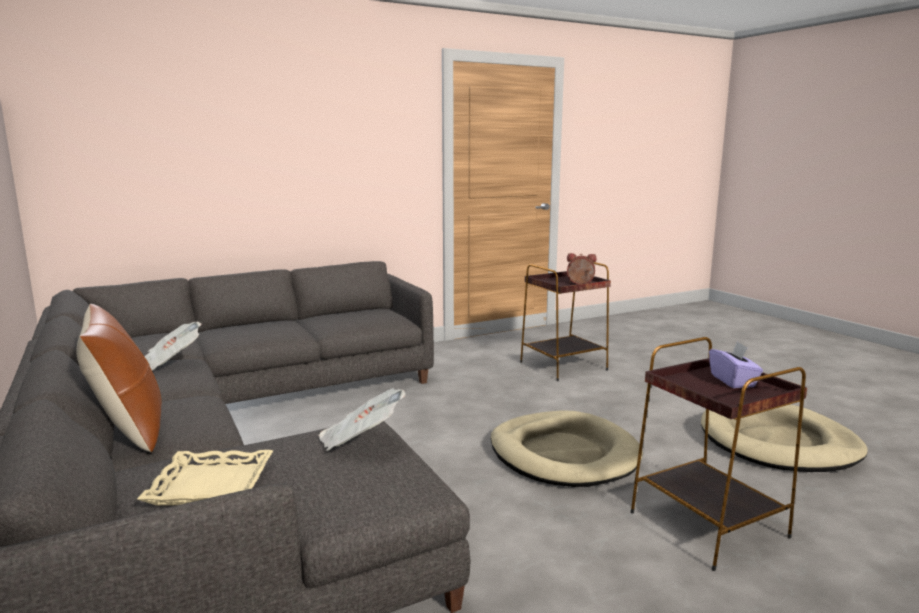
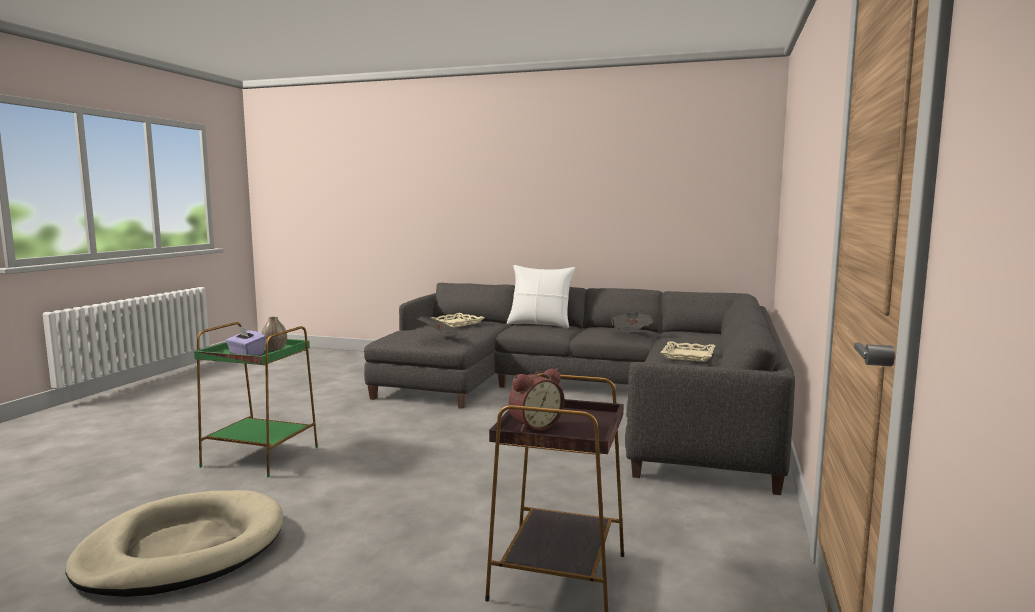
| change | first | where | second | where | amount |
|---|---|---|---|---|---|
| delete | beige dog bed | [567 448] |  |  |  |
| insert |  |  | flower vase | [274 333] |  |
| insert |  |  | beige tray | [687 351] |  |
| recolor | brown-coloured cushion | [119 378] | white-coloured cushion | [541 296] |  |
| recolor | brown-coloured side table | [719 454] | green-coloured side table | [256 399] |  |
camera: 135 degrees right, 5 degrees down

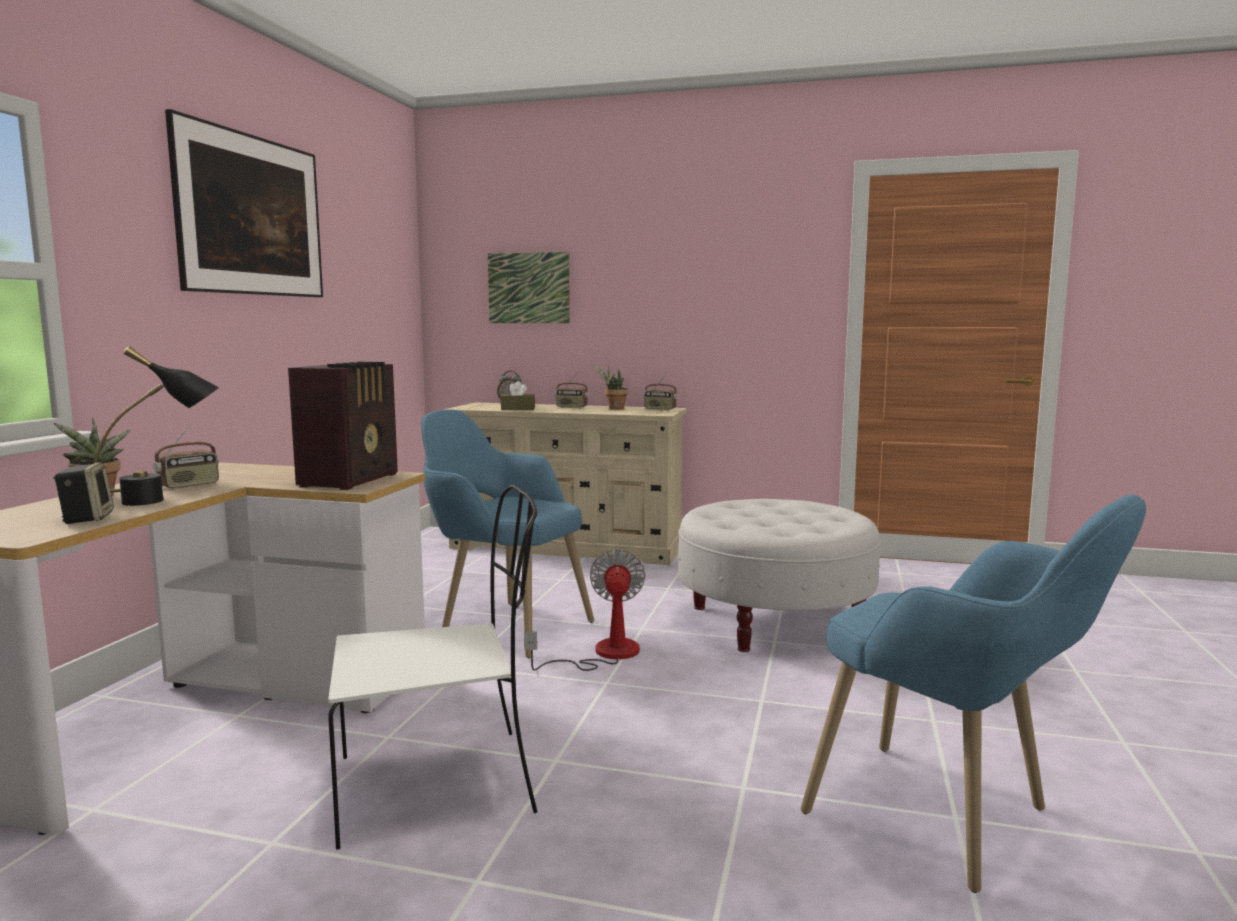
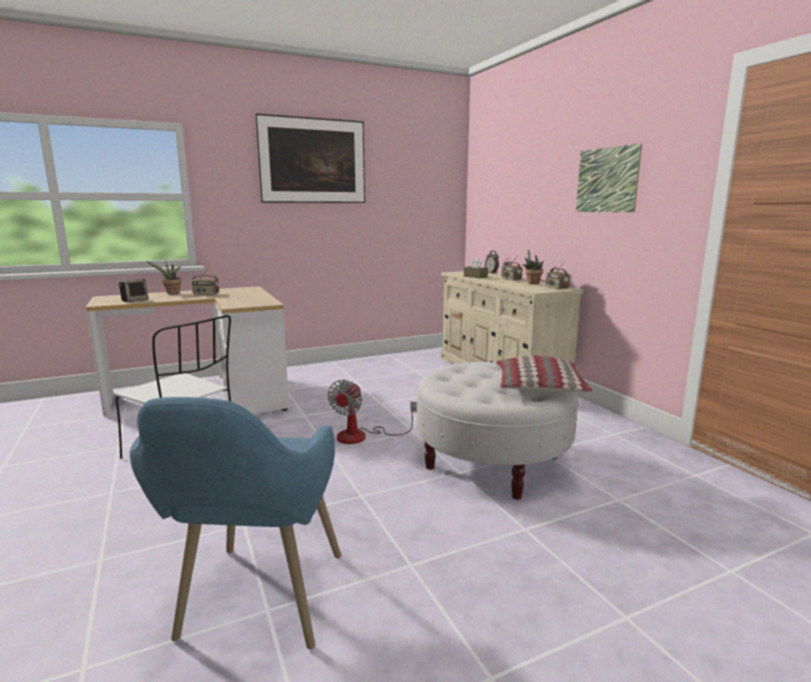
| change | first | where | second | where | amount |
|---|---|---|---|---|---|
| delete | black-coloured tabletop lamp | [156 426] |  |  |  |
| delete | radio | [343 426] |  |  |  |
| delete | blue lounge chair | [507 533] |  |  |  |
| insert |  |  | cushion | [544 374] |  |
| move | picture | [529 287] |  | [609 177] |  |
| rotate | electric fan | [584 610] |  | [372 412] | 150 degrees clockwise |
camera: 50 degrees right, 5 degrees up

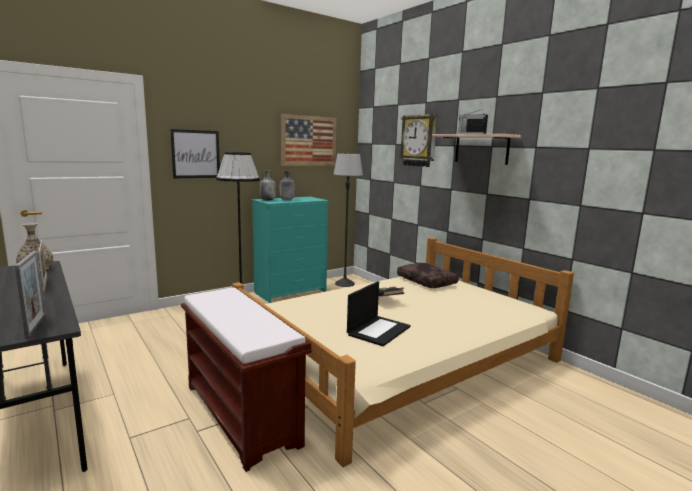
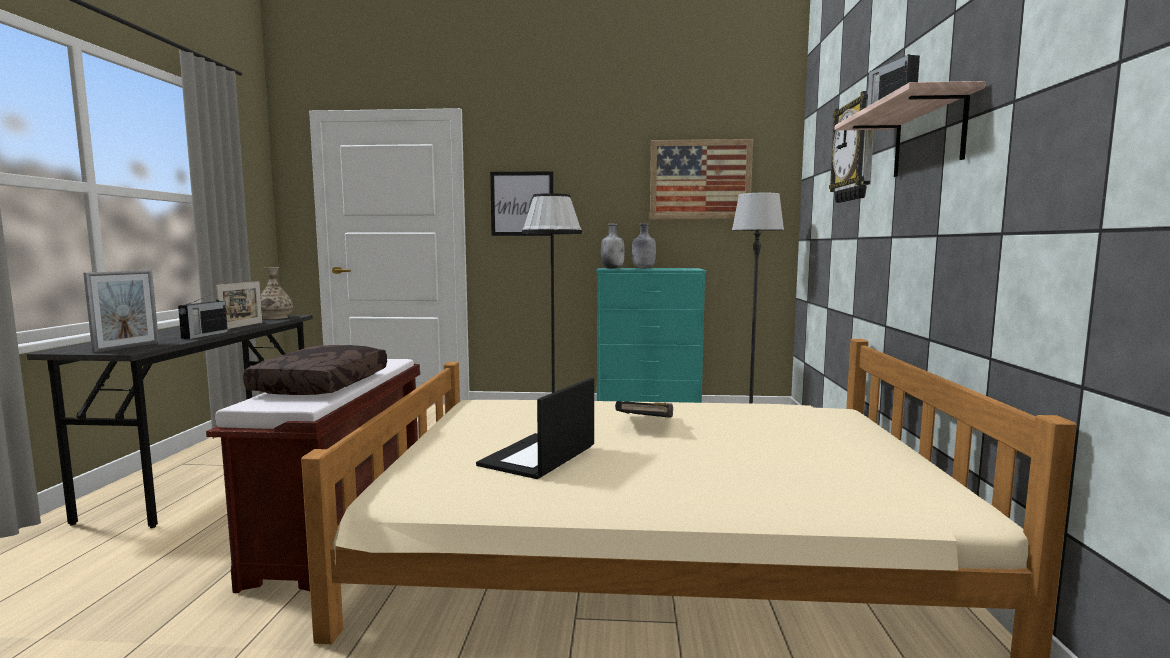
| change | first | where | second | where | amount |
|---|---|---|---|---|---|
| insert |  |  | radio | [203 315] |  |
| move | brown-coloured cushion | [428 275] |  | [315 370] |  |
| rotate | laptop | [379 313] |  | [535 428] | 135 degrees clockwise |
camera: 40 degrees right, 5 degrees down

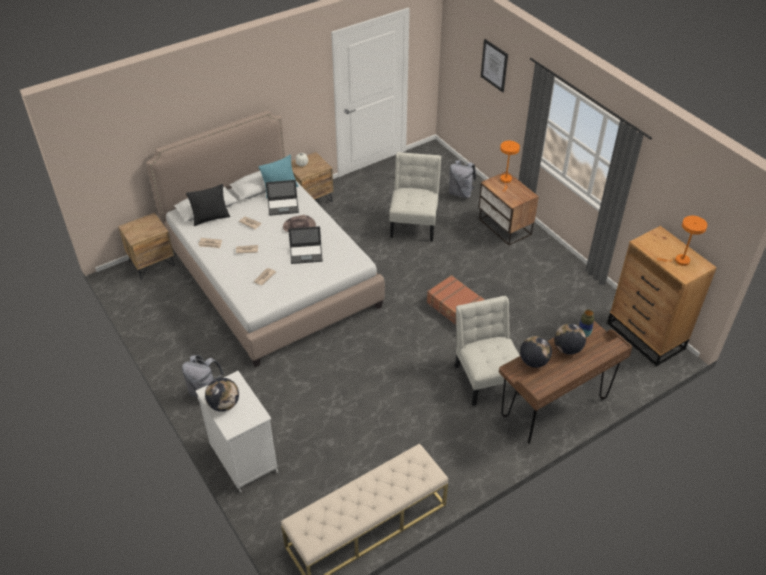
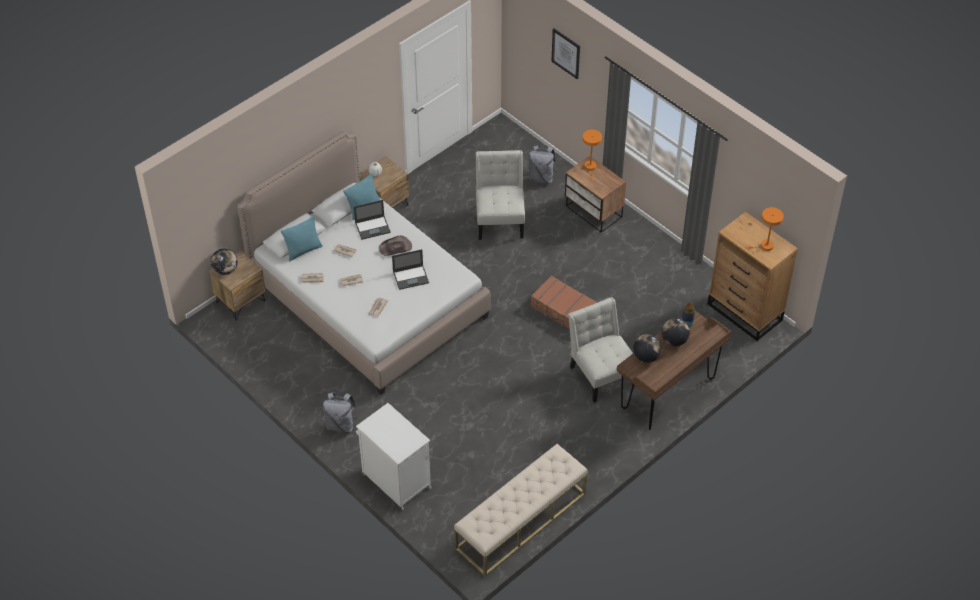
| change | first | where | second | where | amount |
|---|---|---|---|---|---|
| move | world globe | [222 395] |  | [224 261] |  |
| recolor | black-coloured cushion | [208 205] | blue-green cushion | [302 239] |  |
camera: 10 degrees left, 5 degrees up

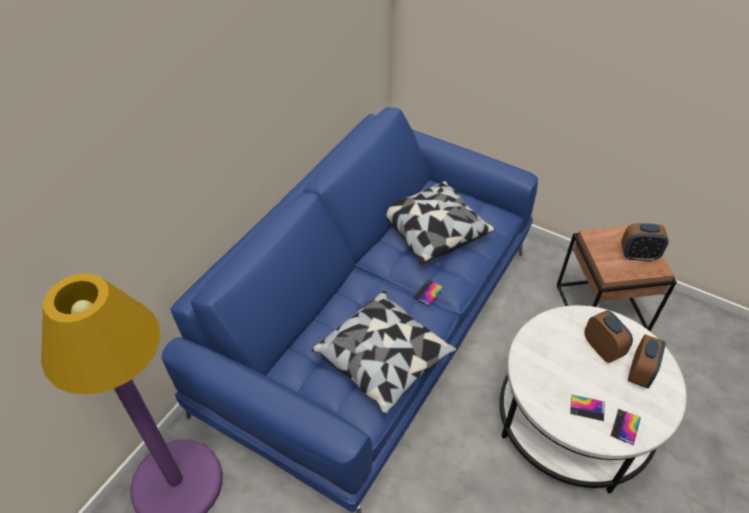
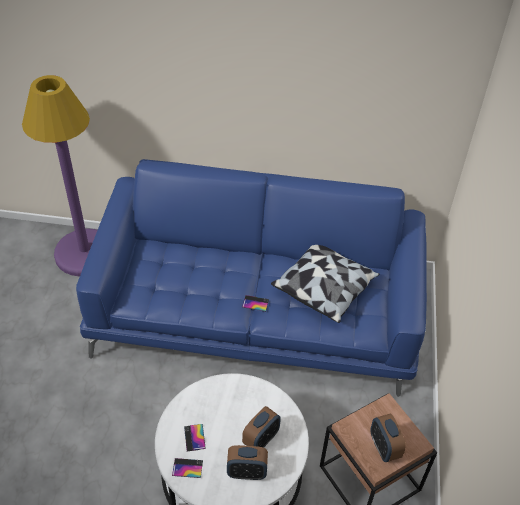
| change | first | where | second | where | amount |
|---|---|---|---|---|---|
| delete | cushion | [384 353] |  |  |  |
camera: 65 degrees right, 0 degrees up

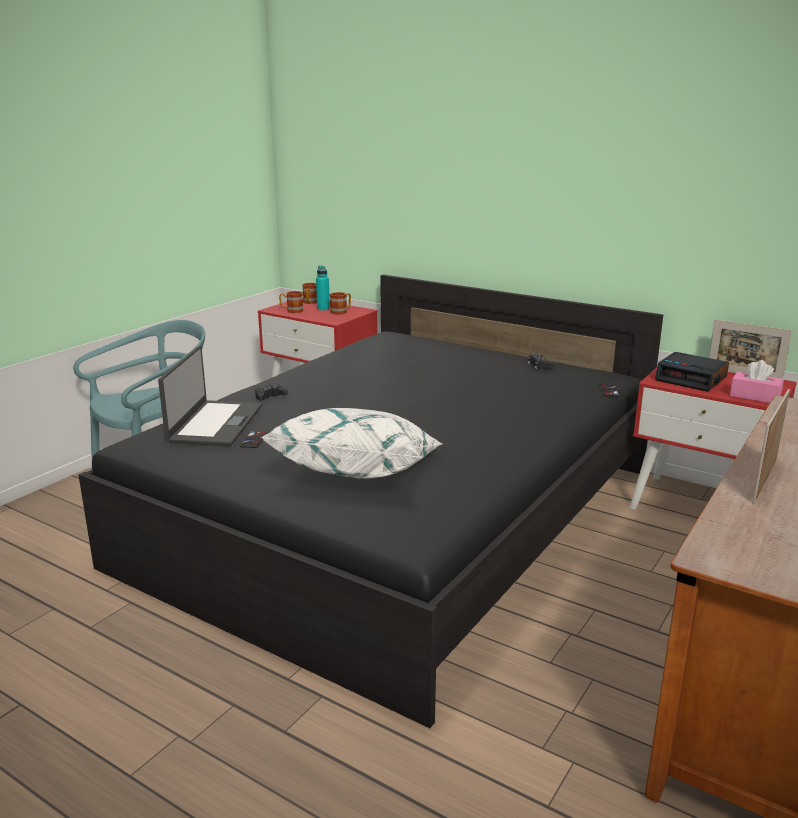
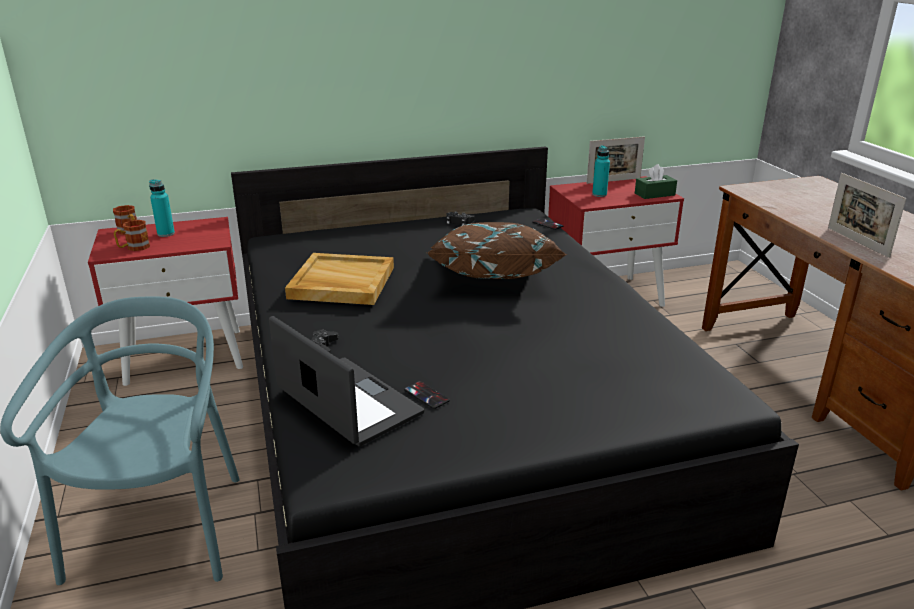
| change | first | where | second | where | amount |
|---|---|---|---|---|---|
| delete | white-coloured cushion | [351 443] |  |  |  |
| delete | mug | [340 303] |  |  |  |
| insert |  |  | beige tray | [339 279] |  |
| insert |  |  | brown-coloured cushion | [497 250] |  |
| replace | table clock | [692 372] | blue-green beverage bottle | [601 171] |  |
| recolor | pinkish tissue box | [757 381] | green-coloured tissue box | [656 181] |  |
camera: 50 degrees left, 5 degrees up

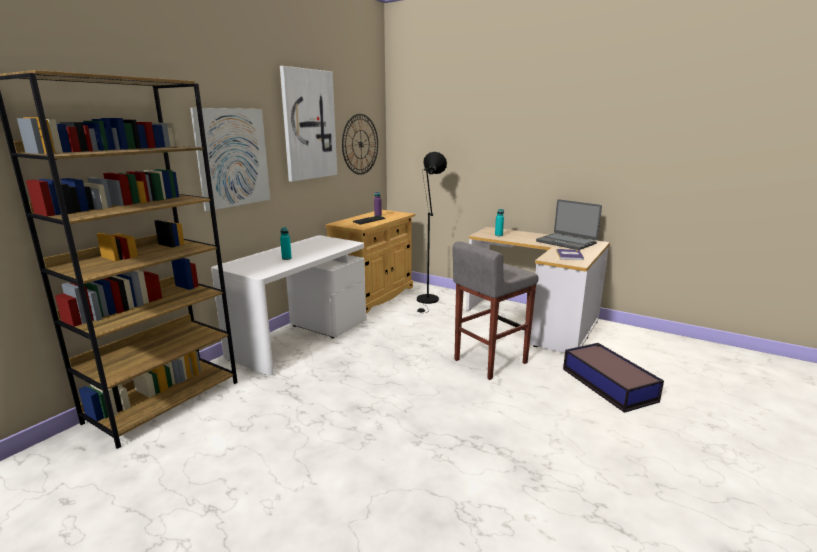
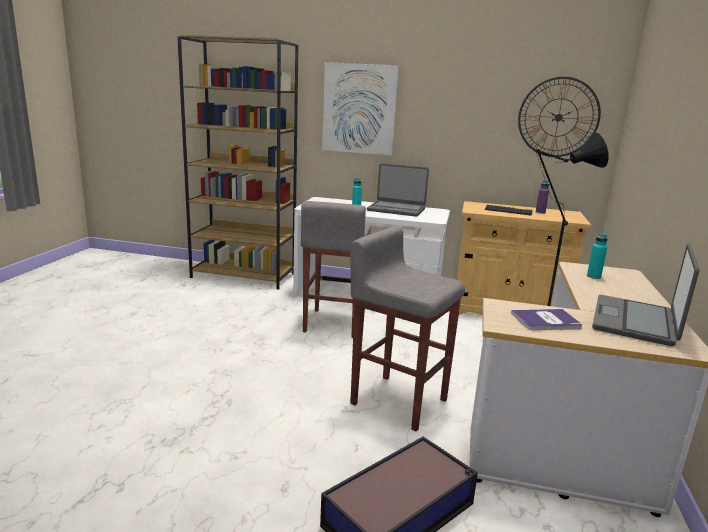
| change | first | where | second | where | amount |
|---|---|---|---|---|---|
| delete | picture | [308 124] |  |  |  |
| insert |  |  | gray stool seat | [336 269] |  |
| insert |  |  | laptop | [398 190] |  |
camera: 70 degrees right, 0 degrees up

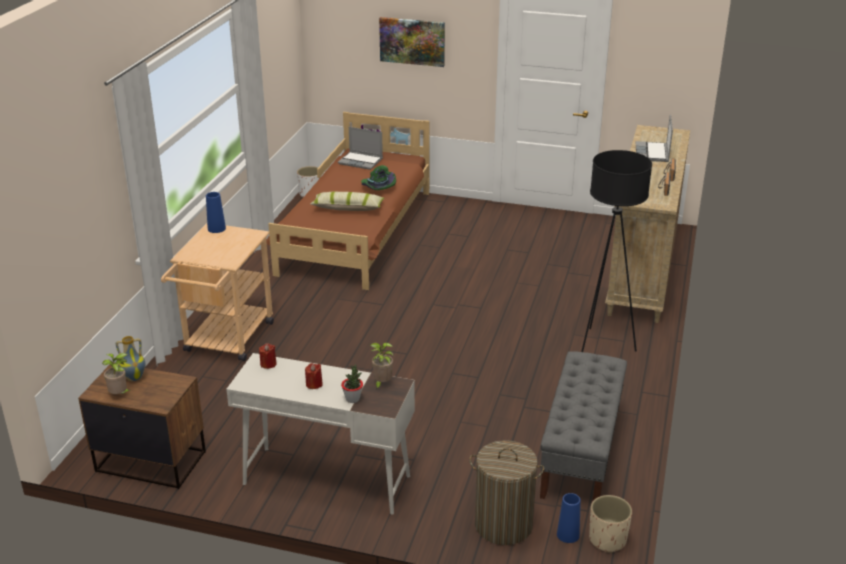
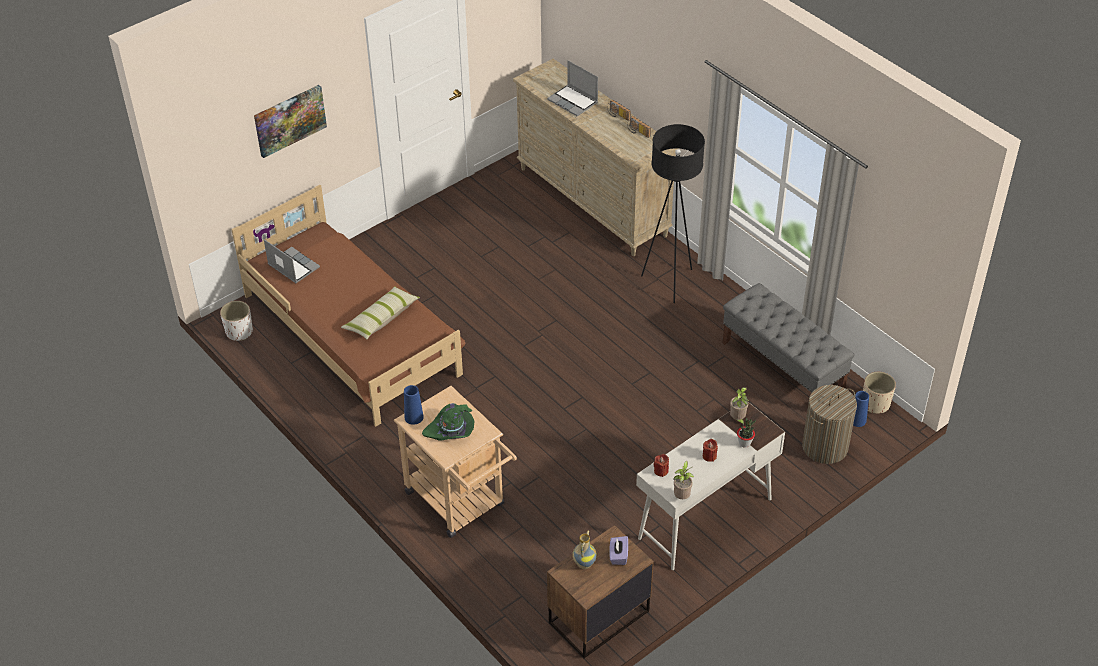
| change | first | where | second | where | amount |
|---|---|---|---|---|---|
| insert |  |  | purple tissue box | [618 550] |  |
| move | plant in a pot | [117 373] |  | [684 480] |  |
| move | green-coloured clothing hat | [378 177] |  | [448 421] |  |
| rotate | laptop | [360 148] |  | [292 261] | 105 degrees counterclockwise |
camera: 55 degrees left, 15 degrees up

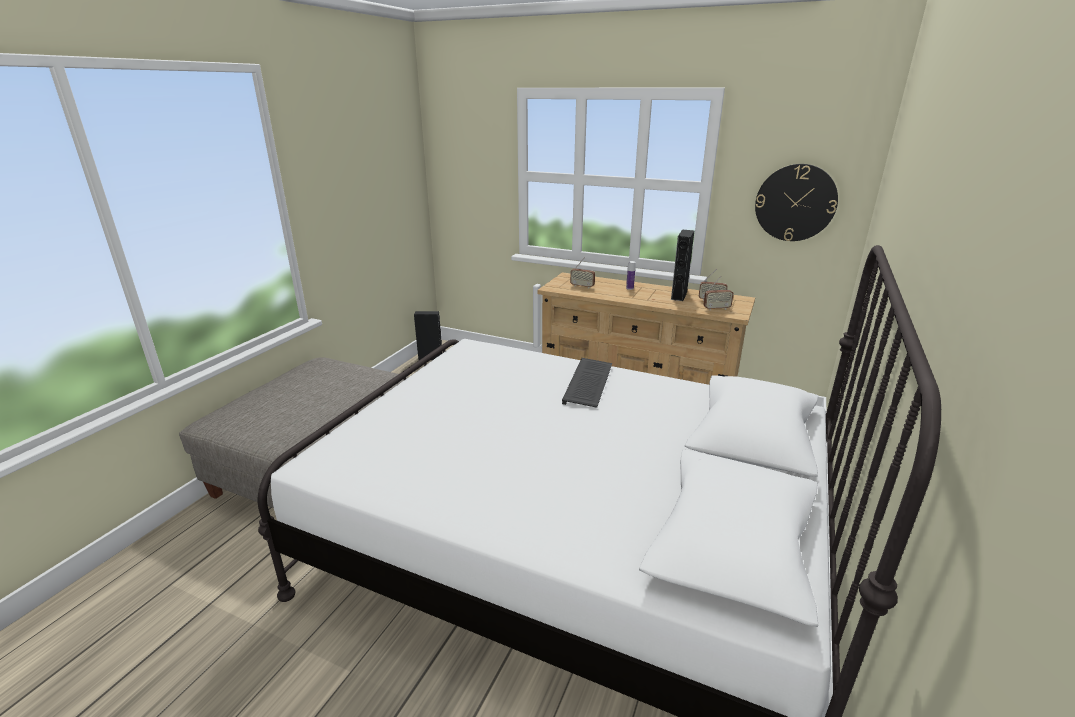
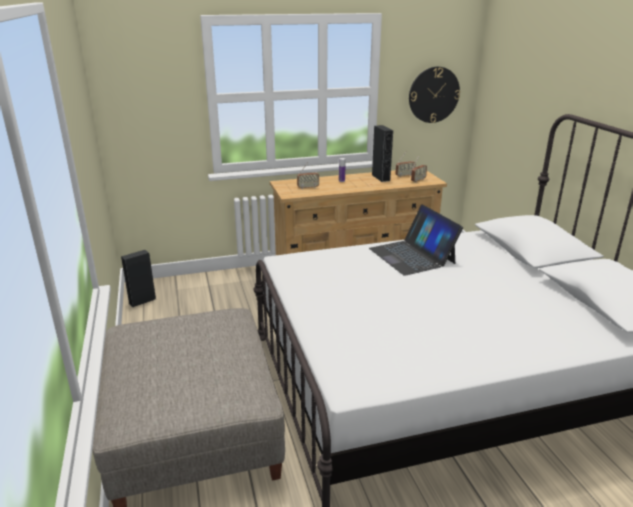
| change | first | where | second | where | amount |
|---|---|---|---|---|---|
| replace | PC keyboard | [587 383] | laptop | [416 240] |  |
camera: 40 degrees left, 0 degrees up

